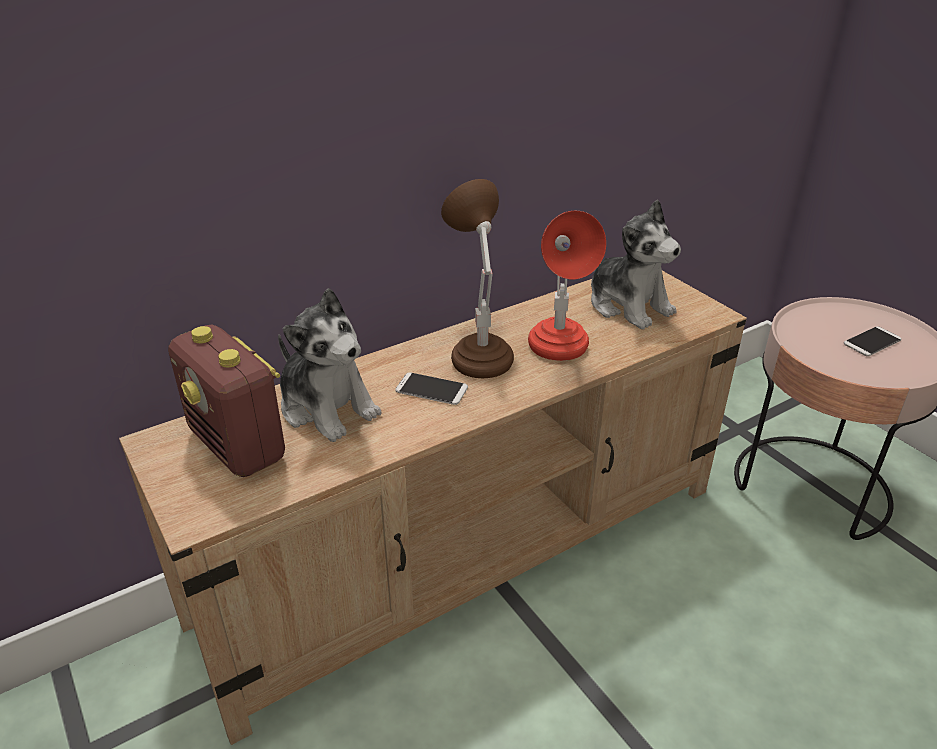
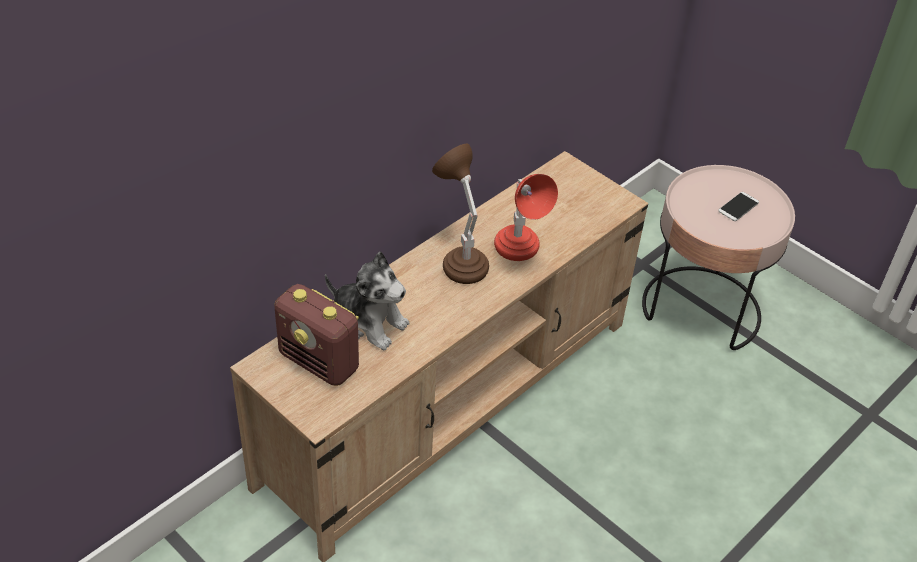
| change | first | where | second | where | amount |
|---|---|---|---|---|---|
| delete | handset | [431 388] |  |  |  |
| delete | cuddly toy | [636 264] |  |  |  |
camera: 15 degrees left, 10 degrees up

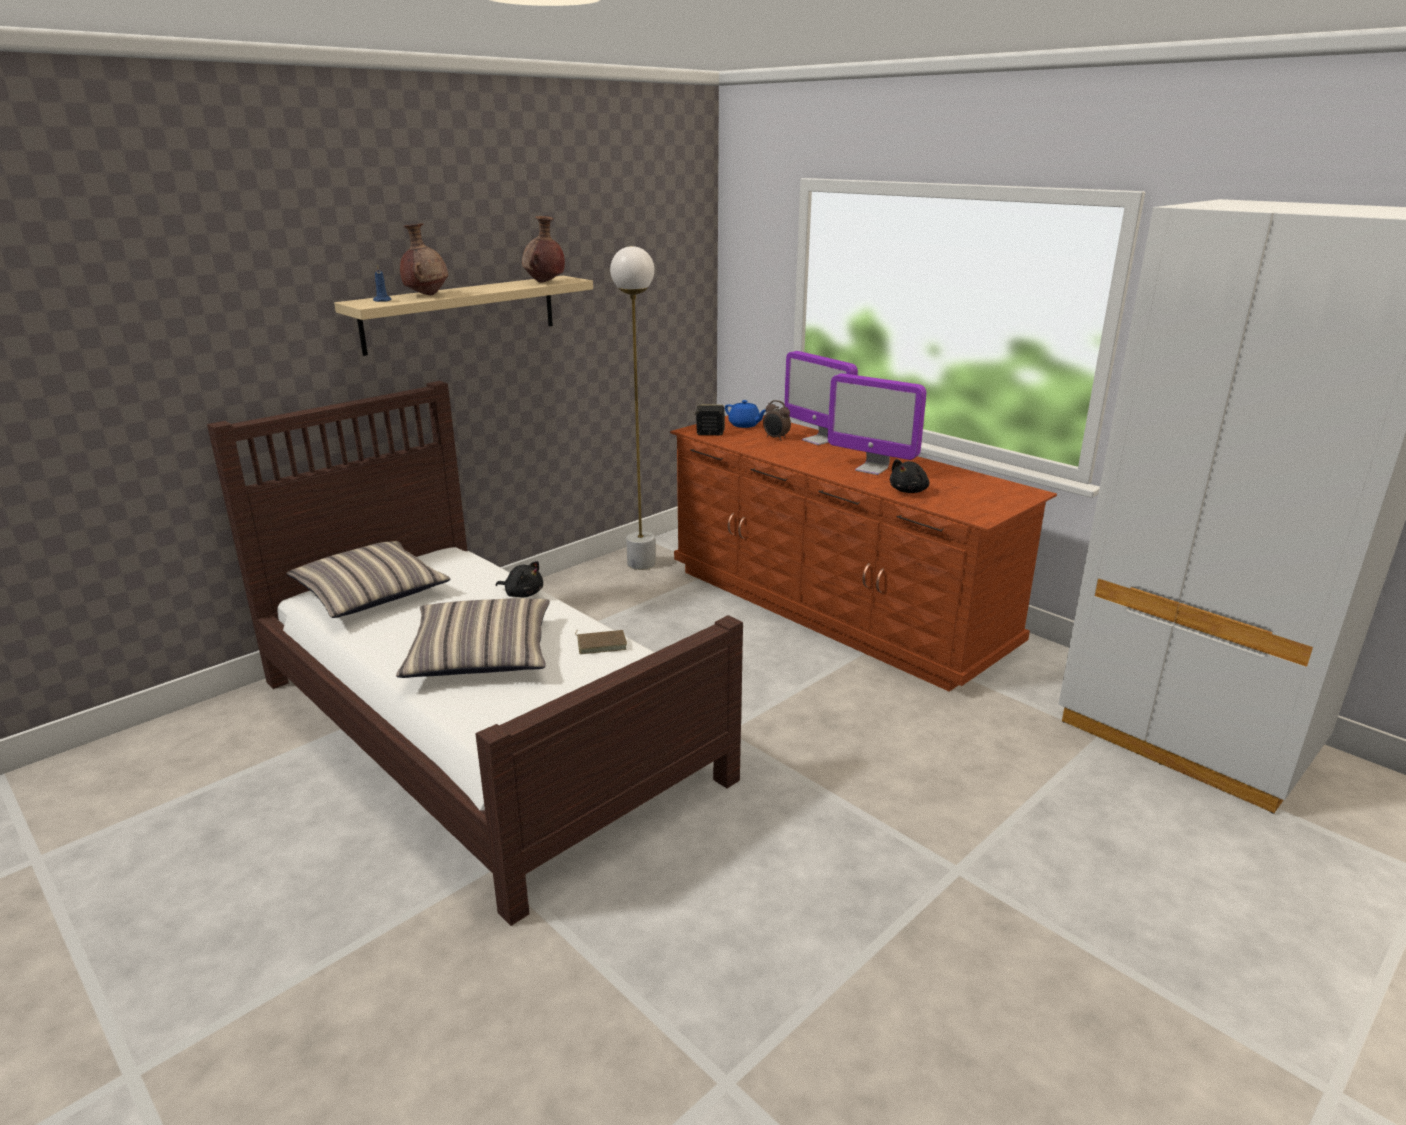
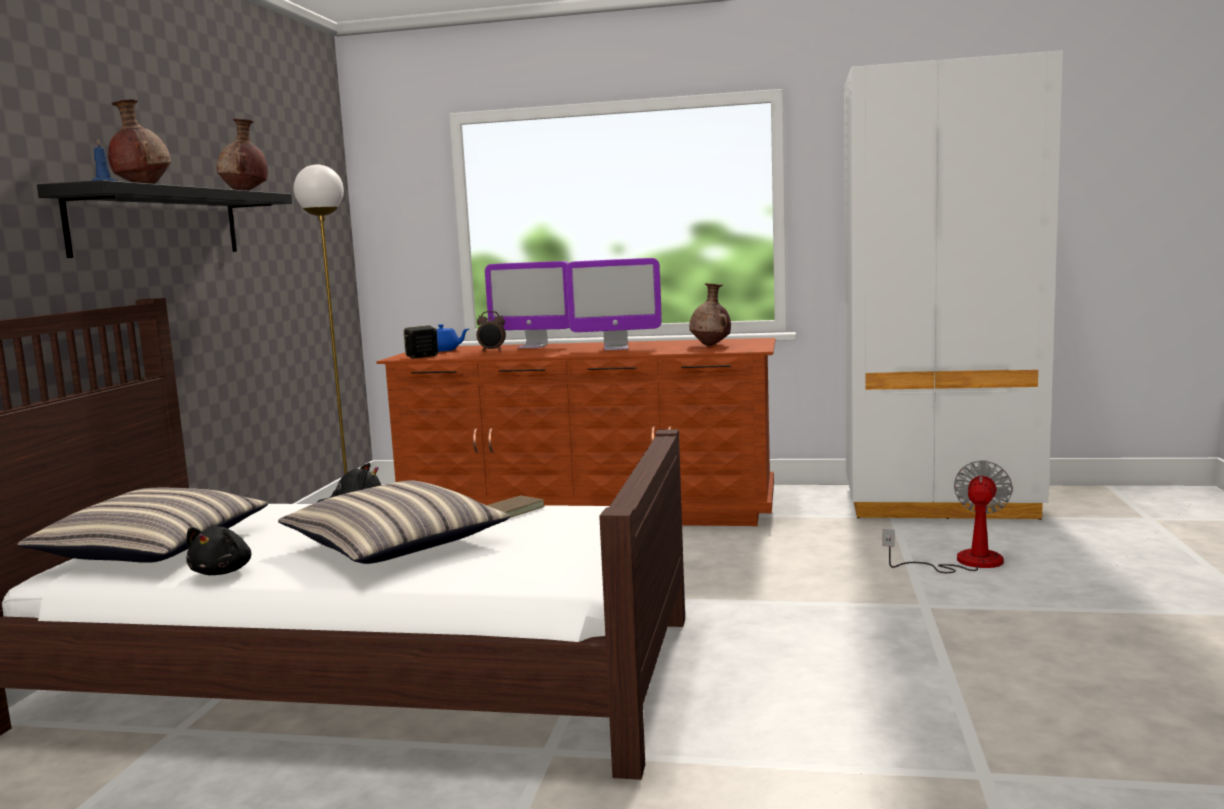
| change | first | where | second | where | amount |
|---|---|---|---|---|---|
| insert |  |  | brown-coloured flower vase | [710 314] |  |
| insert |  |  | electric fan | [947 516] |  |
| move | black-coloured cuddly toy | [909 476] |  | [218 550] |  |
| recolor | beige wall shelf | [463 316] | black-coloured wall shelf | [164 219] |  |
camera: 35 degrees left, 15 degrees down

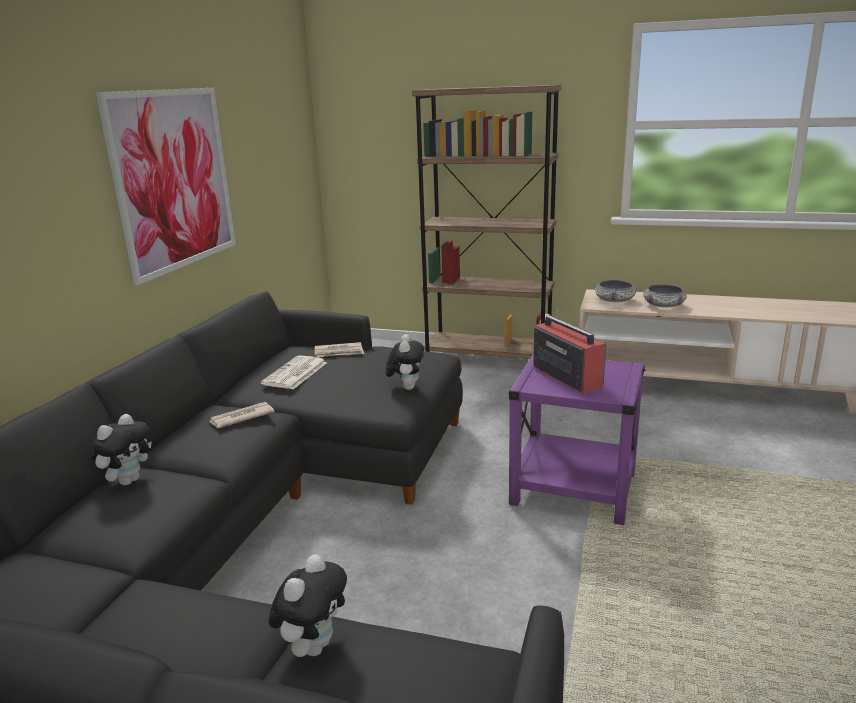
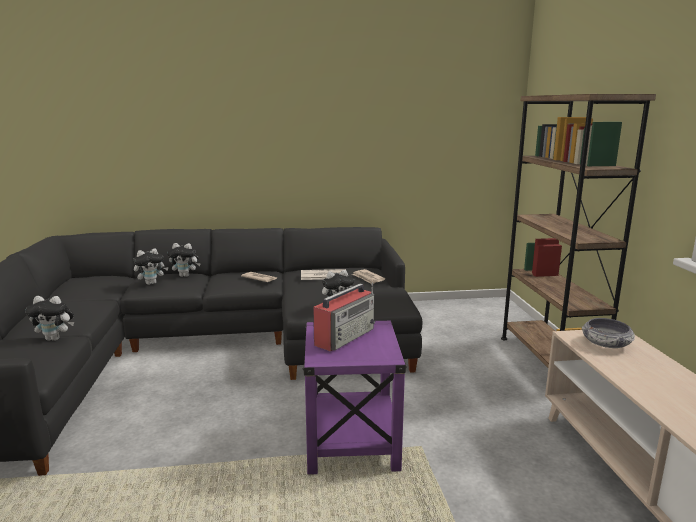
| change | first | where | second | where | amount |
|---|---|---|---|---|---|
| delete | picture | [166 186] |  |  |  |
| delete | serving bowl | [665 296] |  |  |  |
| insert |  |  | cuddly toy | [150 267] |  |
camera: 65 degrees right, 5 degrees down

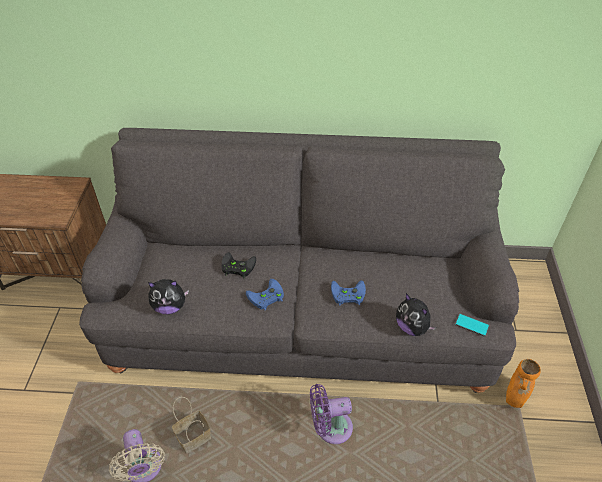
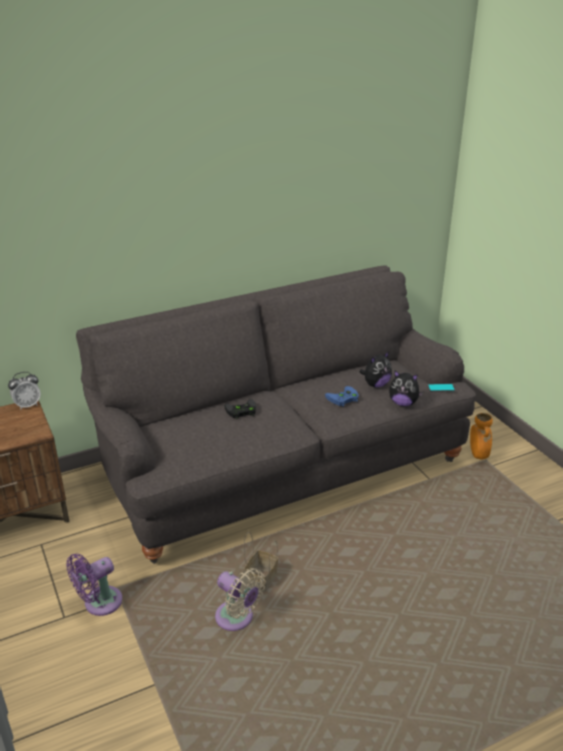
| change | first | where | second | where | amount |
|---|---|---|---|---|---|
| delete | blue joypad | [265 294] |  |  |  |
| insert |  |  | table clock | [24 391] |  |
| move | cuddly toy | [168 296] |  | [375 369] |  |
| move | purple electric fan | [331 414] |  | [94 584] |  |
camera: 30 degrees left, 15 degrees down

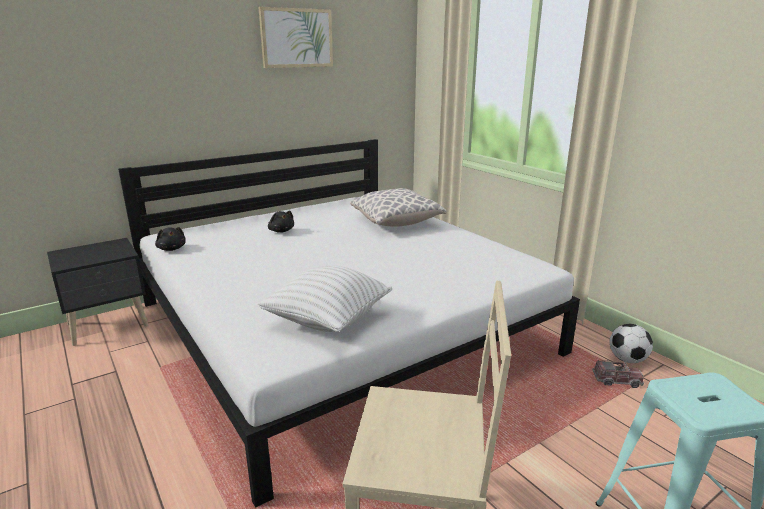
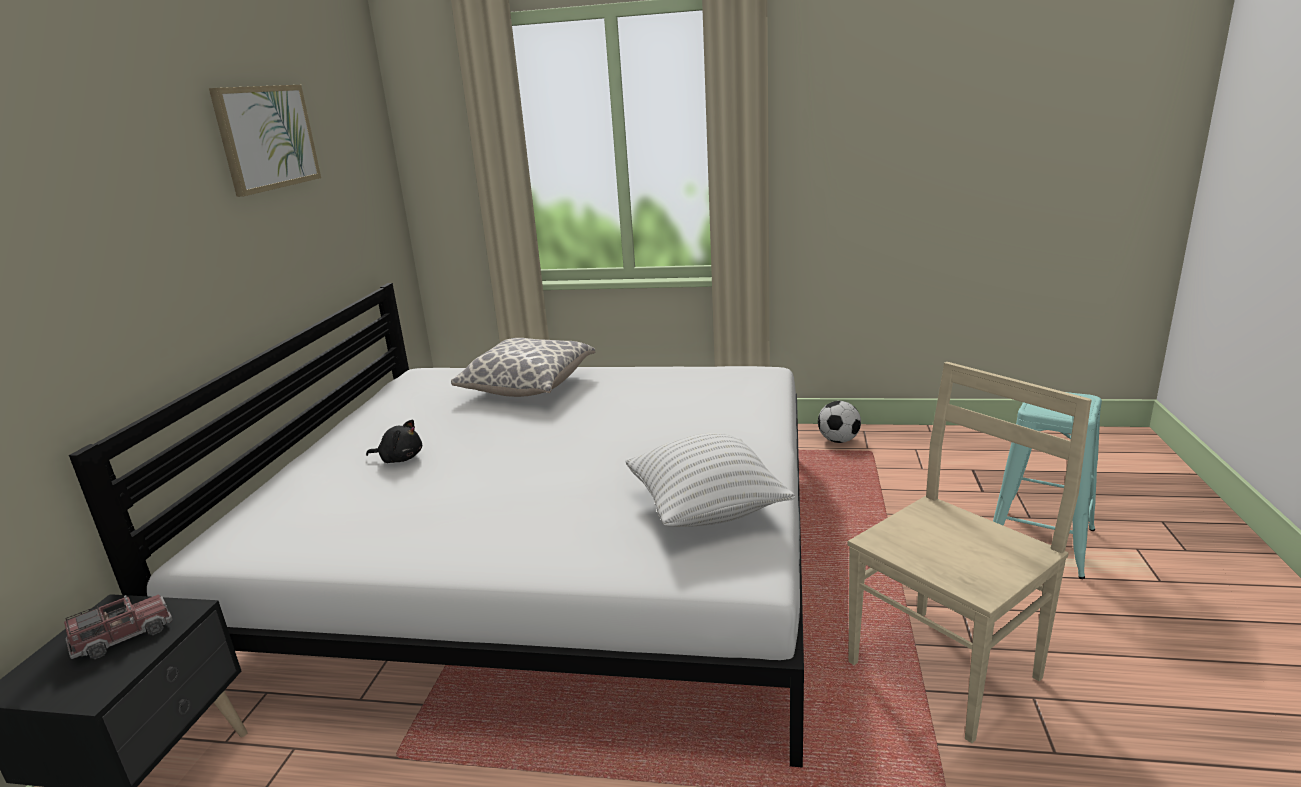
| change | first | where | second | where | amount |
|---|---|---|---|---|---|
| delete | black-coloured cuddly toy | [170 239] |  |  |  |
| move | toy truck | [618 374] |  | [118 626] |  |
camera: 45 degrees left, 0 degrees up

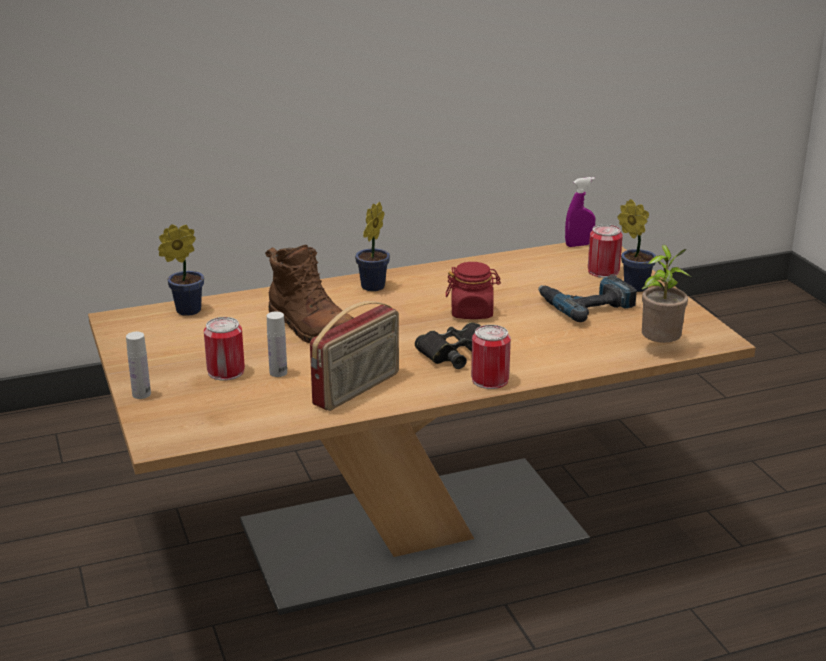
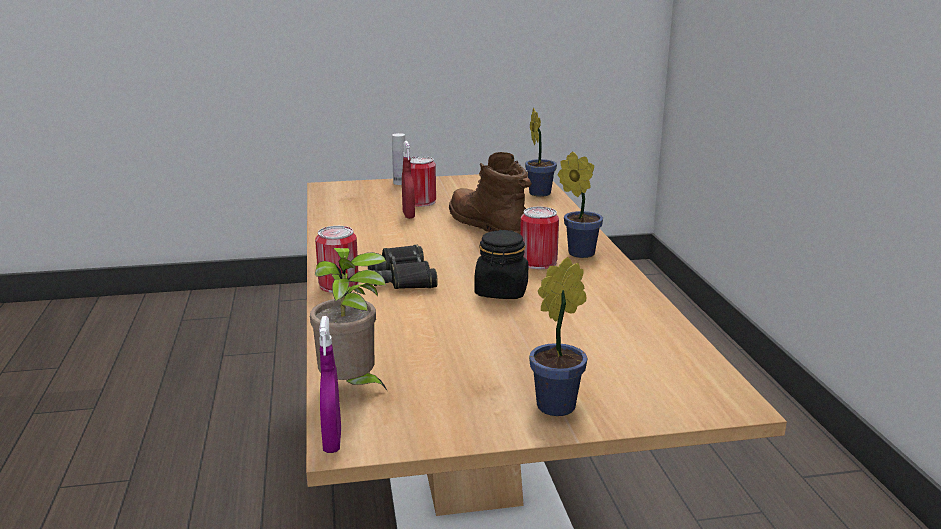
| change | first | where | second | where | amount |
|---|---|---|---|---|---|
| delete | radio | [354 356] |  |  |  |
| delete | power drill | [587 298] |  |  |  |
| move | purple sprayer | [580 212] |  | [330 384] |  |
| move | metal can | [605 251] |  | [539 238] |  |
| replace | white-coloured beverage bottle | [277 344] | red sprayer | [408 180] |  |
| recolor | red storage jar | [473 290] | black-coloured storage jar | [501 264] |  |
| rotate | brown-coloured boot | [309 294] |  | [490 193] | 90 degrees clockwise |
camera: 100 degrees right, 5 degrees down

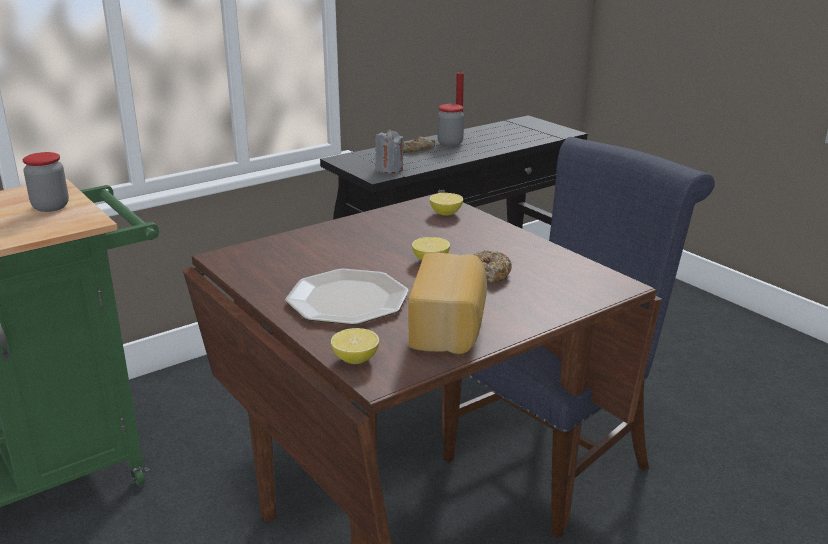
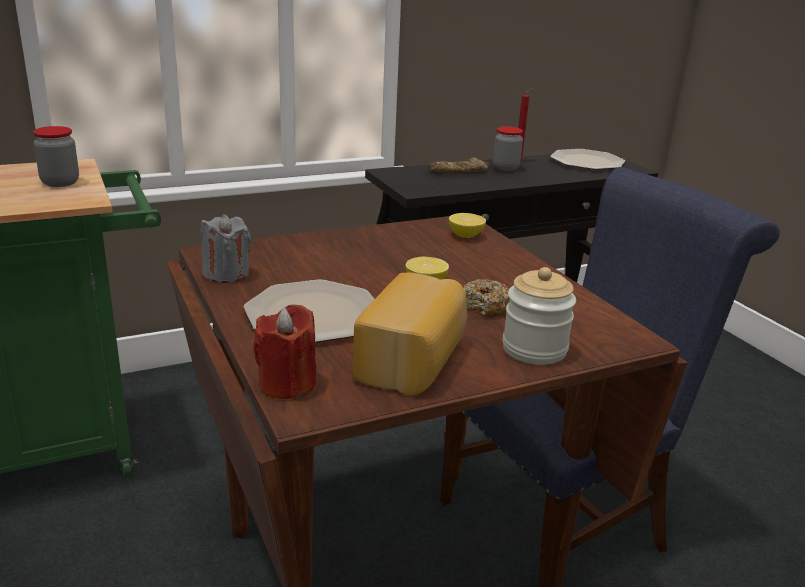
| change | first | where | second | where | amount |
|---|---|---|---|---|---|
| insert |  |  | storage jar | [539 316] |  |
| insert |  |  | plate | [587 159] |  |
| move | gray wax light | [390 151] |  | [226 248] |  |
| replace | lemon | [355 346] | red wax light | [284 352] |  |
camera: 10 degrees right, 0 degrees up

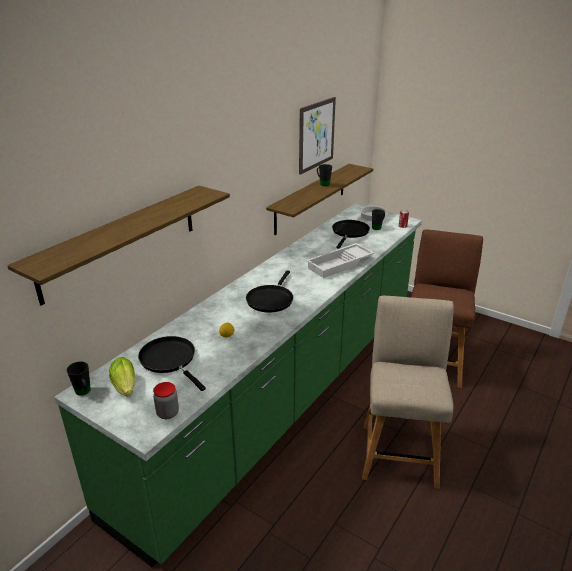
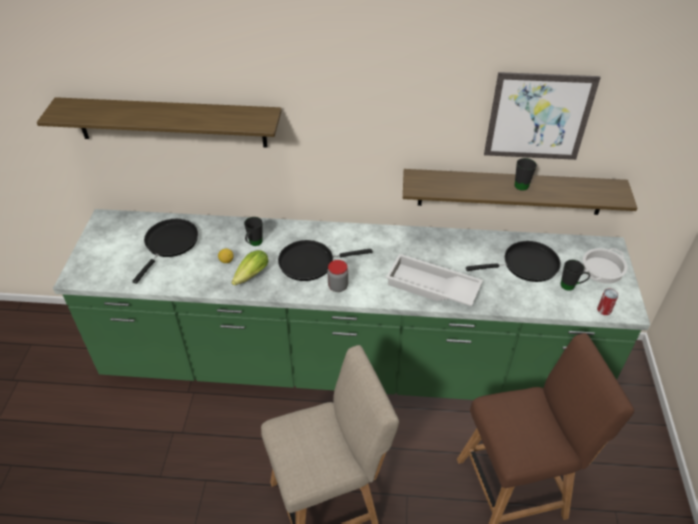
| change | first | where | second | where | amount |
|---|---|---|---|---|---|
| move | black-coloured mug | [79 378] |  | [253 231] |  |
| move | lettuce | [122 377] |  | [249 268] |  |
| move | storage jar | [166 400] |  | [338 276] |  |
camera: 60 degrees right, 15 degrees up

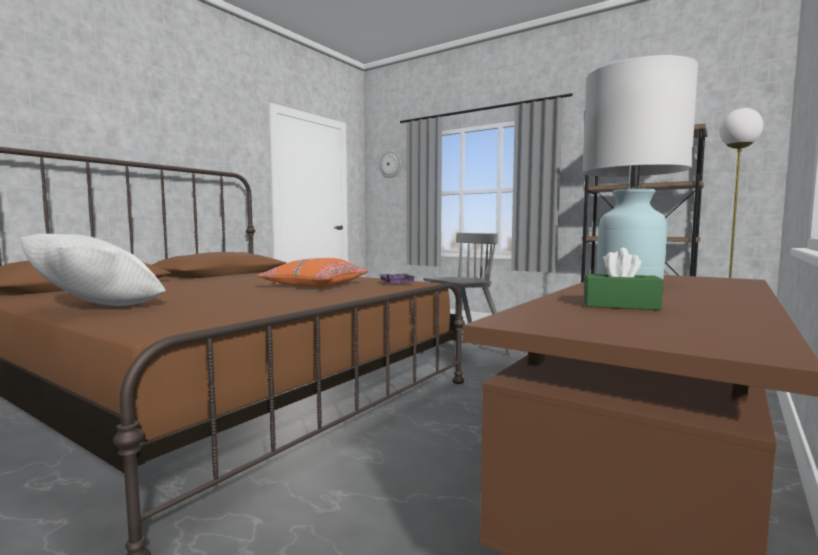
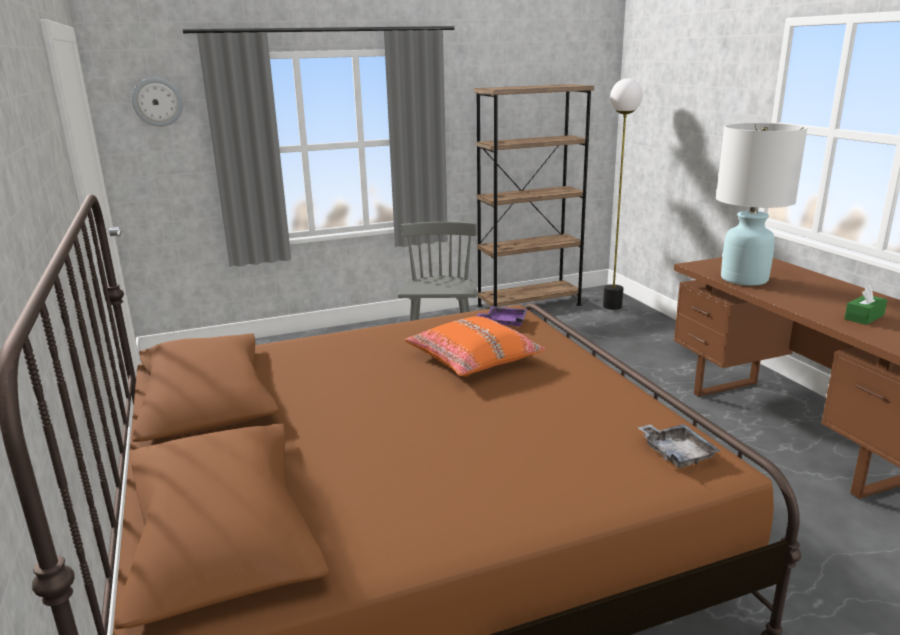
| change | first | where | second | where | amount |
|---|---|---|---|---|---|
| delete | white-coloured cushion | [93 270] |  |  |  |
| insert |  |  | gray tray | [679 446] |  |
camera: 55 degrees left, 15 degrees up

